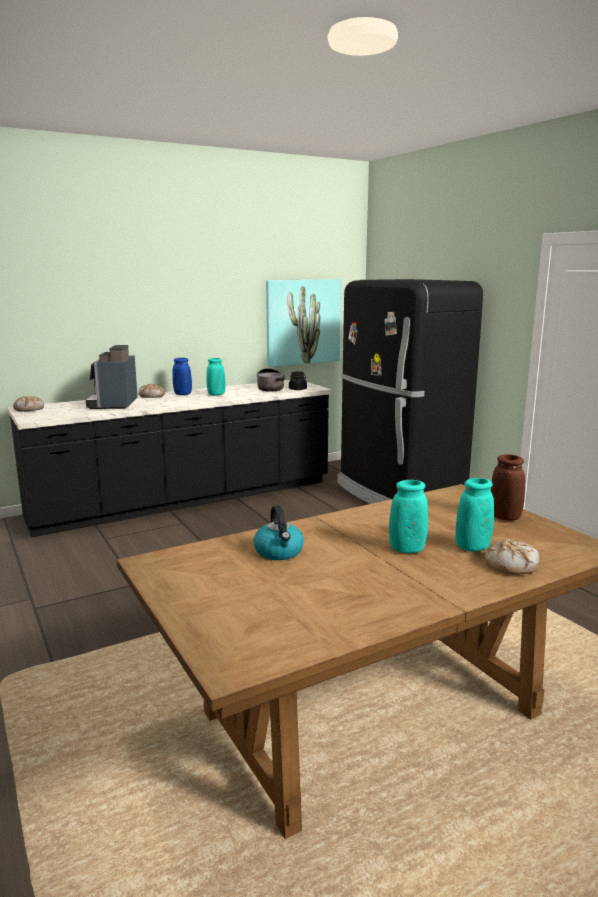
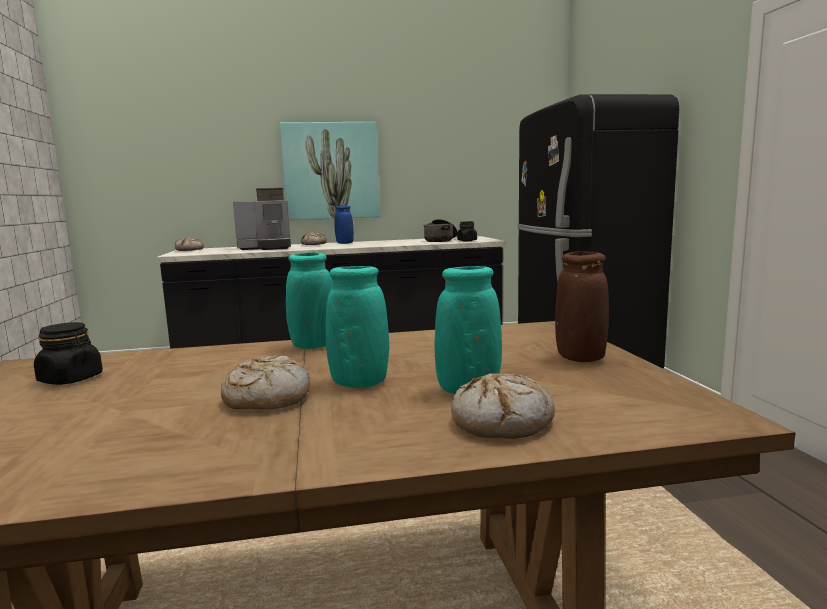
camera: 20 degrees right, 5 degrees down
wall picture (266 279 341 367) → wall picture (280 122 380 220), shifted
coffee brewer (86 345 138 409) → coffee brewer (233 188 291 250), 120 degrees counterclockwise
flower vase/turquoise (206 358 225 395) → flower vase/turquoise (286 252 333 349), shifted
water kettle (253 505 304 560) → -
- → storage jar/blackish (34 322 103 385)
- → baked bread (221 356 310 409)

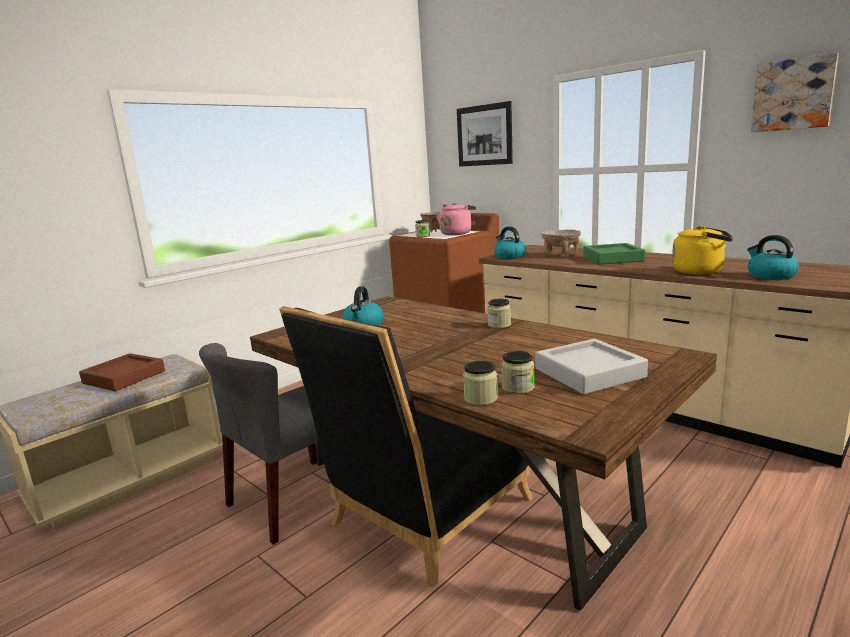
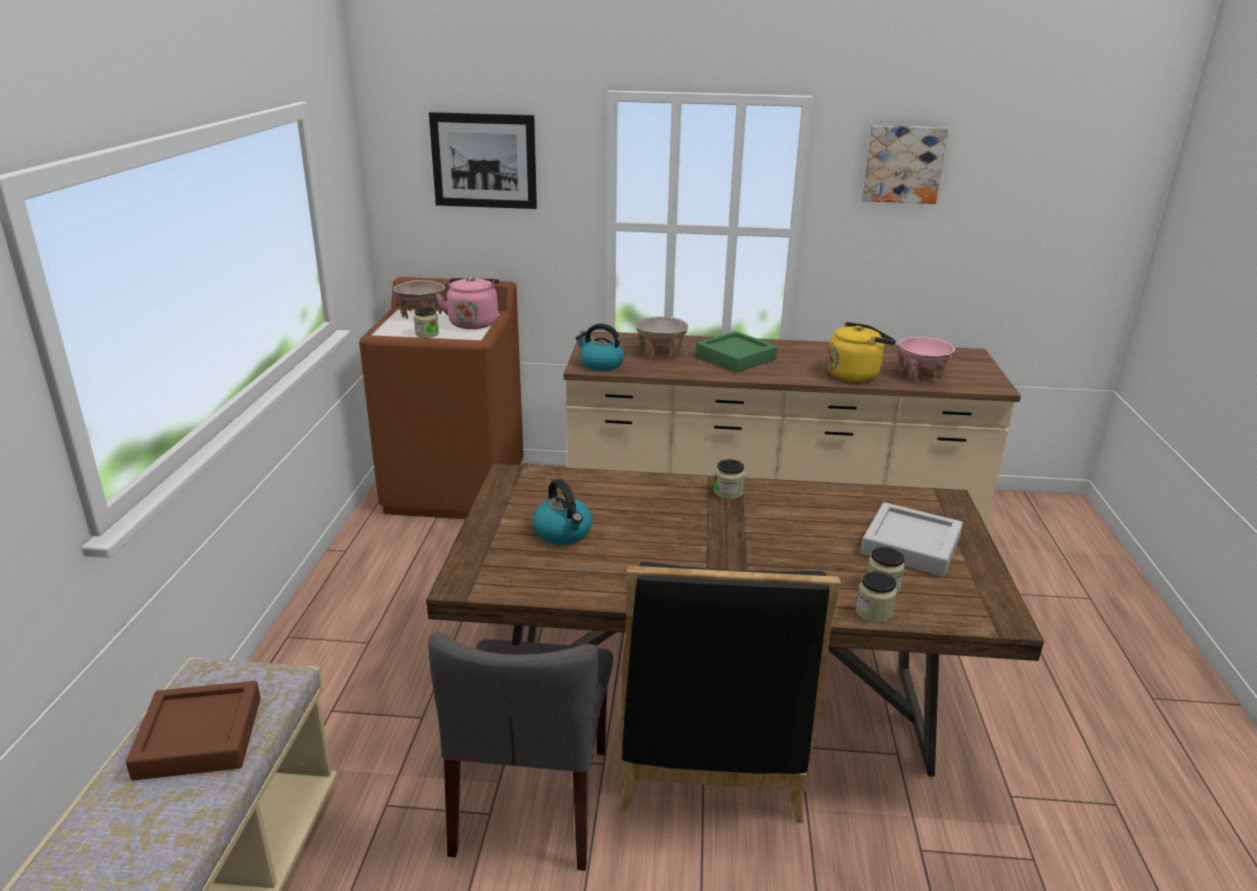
camera: 40 degrees left, 10 degrees up
water kettle (747 235 799 280) → bowl/pinkish (898 337 955 382)

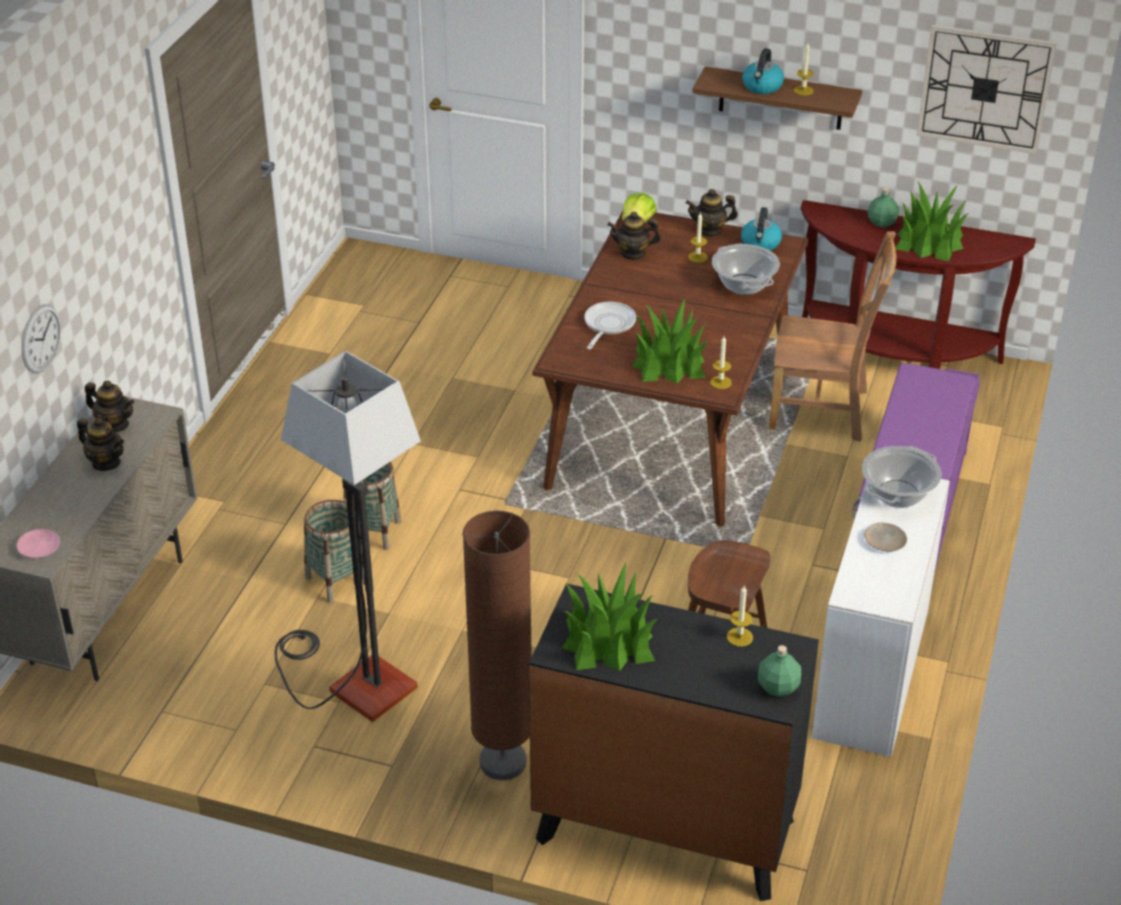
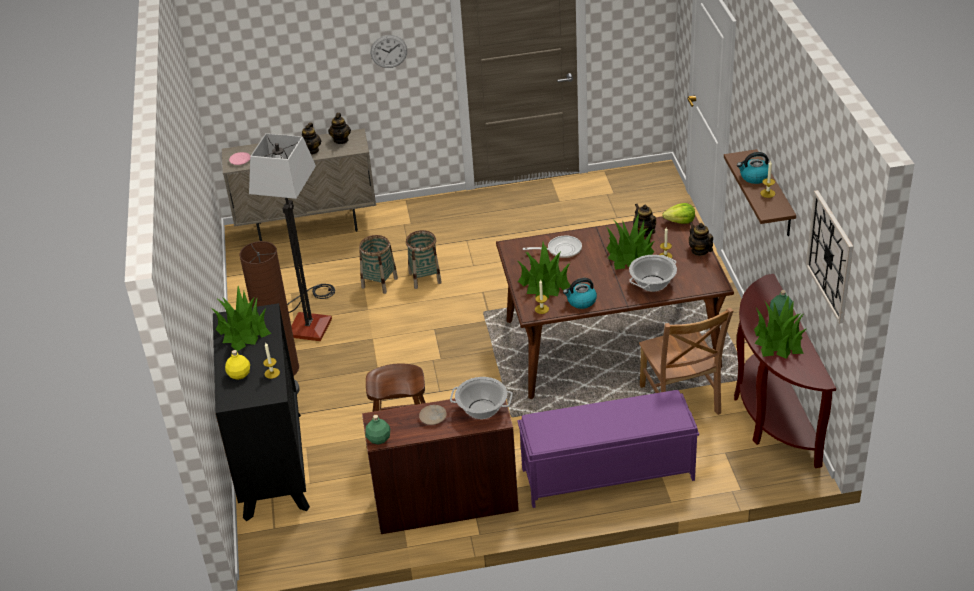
camera: 65 degrees right, 0 degrees up
water kettle (741 207 782 251) → water kettle (563 278 597 309), shifted
hanging clock (22 304 61 373) → hanging clock (371 35 407 68), shifted
desk table/white-coloured (812 479 950 757) → desk table/brownish (362 399 519 534)
bottle/green (758 645 801 697) → bottle/green (365 415 390 445), shifted
- → houseplant (606 213 654 270)
- → bottle/yellowish (225 350 250 380)

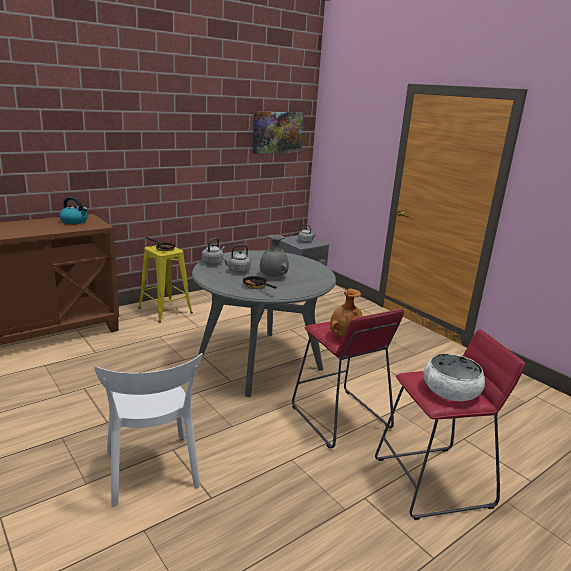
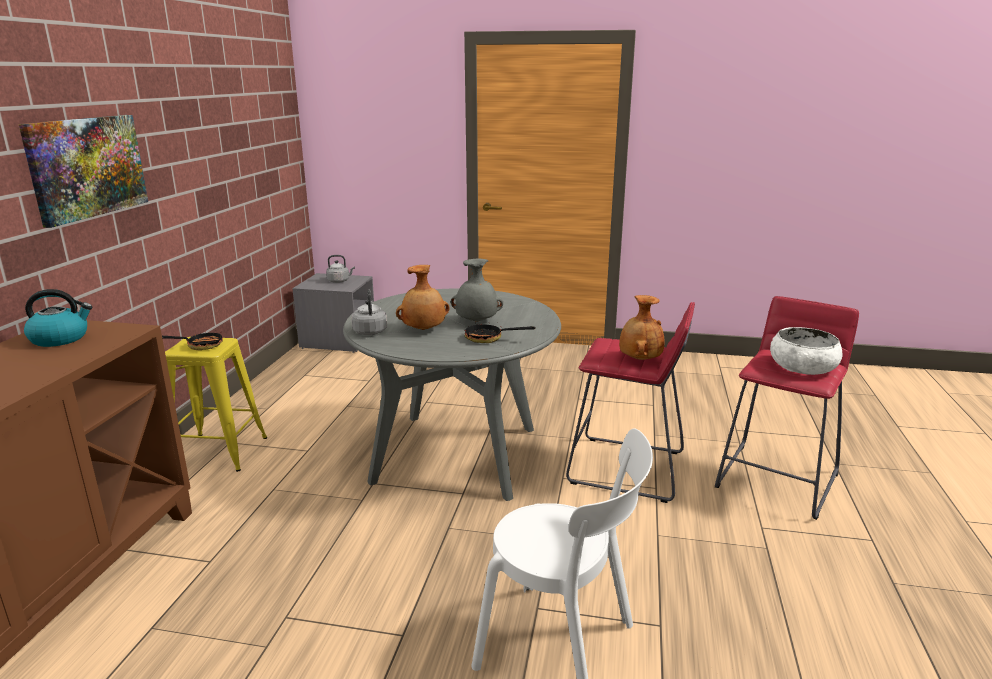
camera: 40 degrees left, 0 degrees up
wall picture (252 111 304 154) → wall picture (18 115 148 228), shifted
water kettle/gray (222 245 251 273) → flower vase/brownish (396 265 450 330)

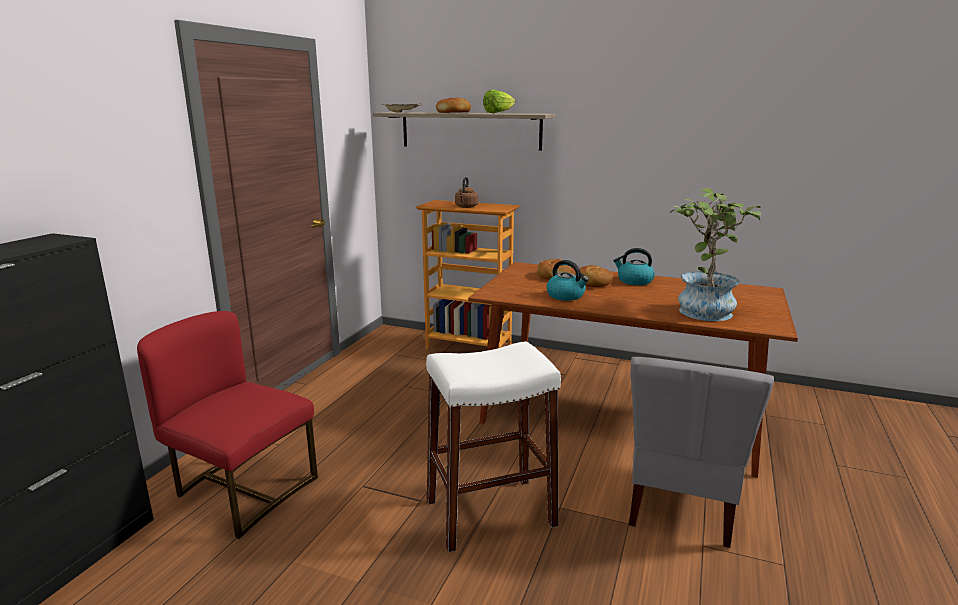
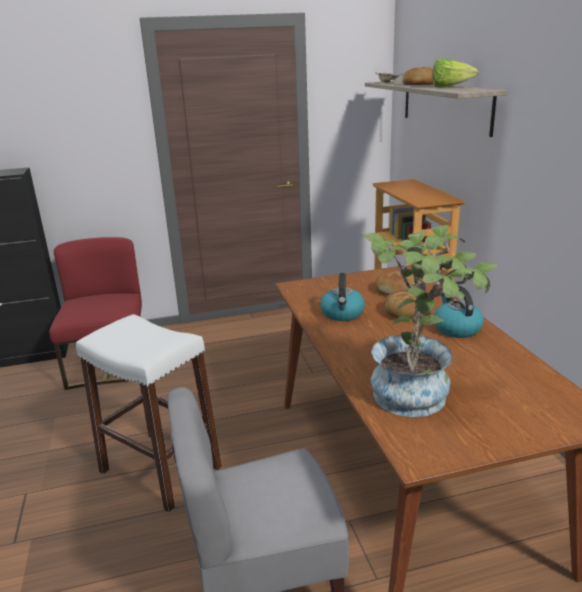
camera: 55 degrees right, 5 degrees up
water kettle/brownish (455 177 478 208) → -

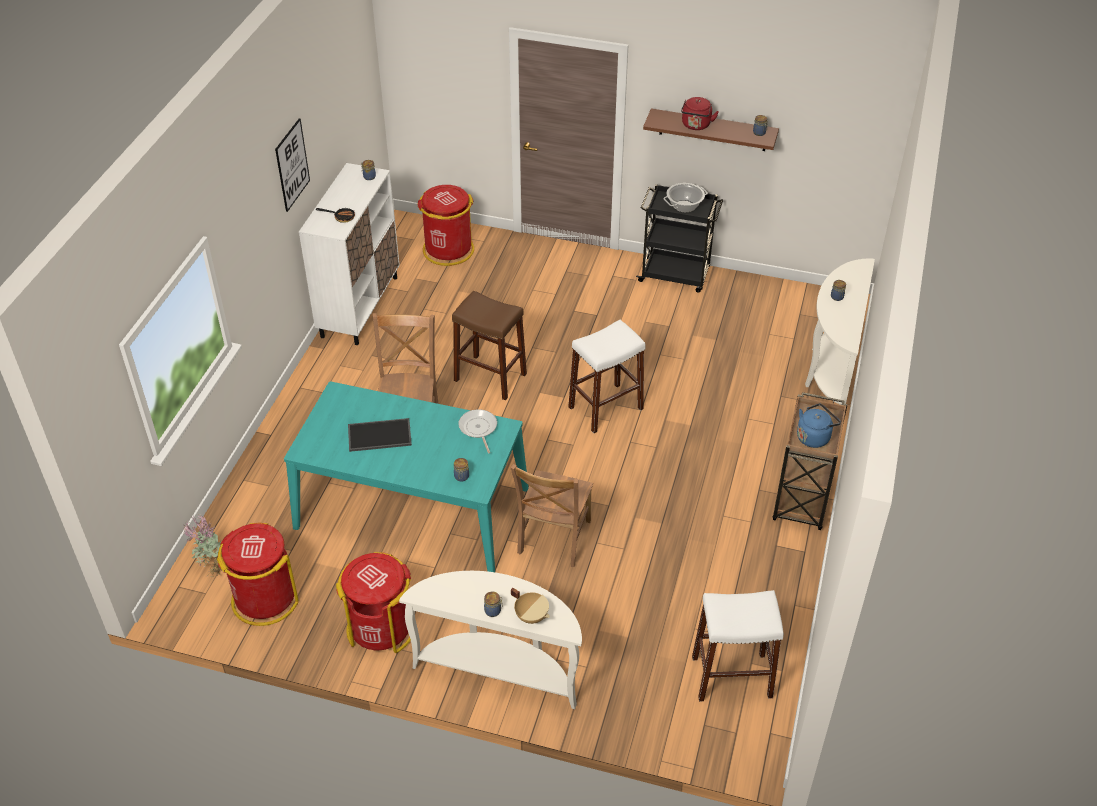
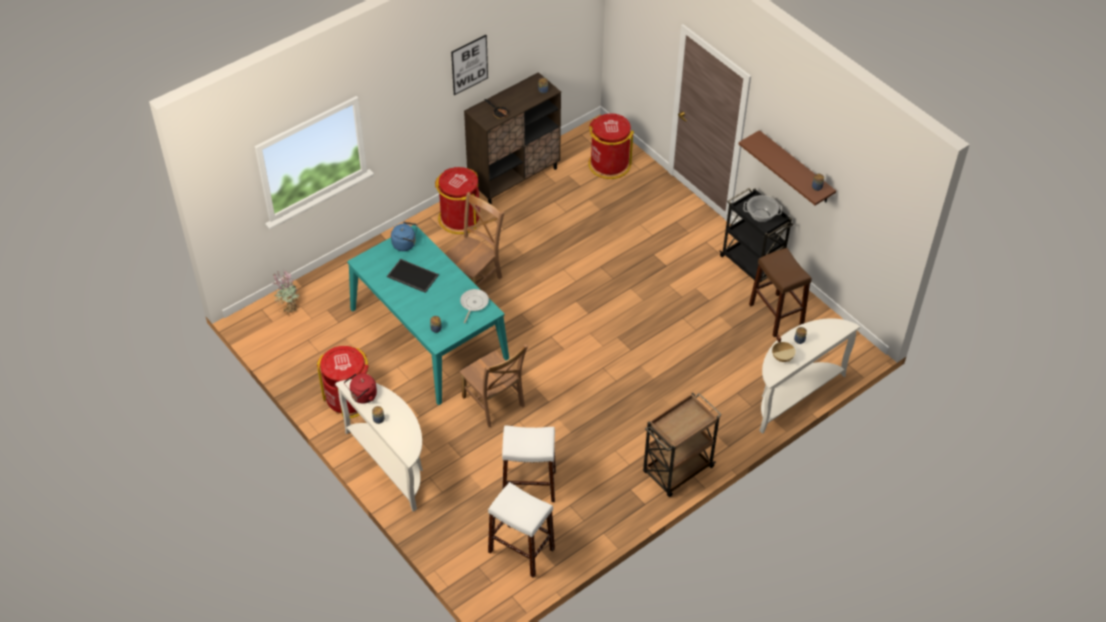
camera: 35 degrees right, 5 degrees up
water kettle/red-coloured (681 97 719 130) → water kettle/red-coloured (344 374 377 404), shifted
cabinet/white-coloured (299 163 400 345) → cabinet/brownish (464 72 561 205)
stool/brownish (452 291 527 400) → stool/brownish (749 248 812 337), shifted
stool/white-coloured (568 320 646 433) → stool/white-coloured (502 425 556 502), shifted
water kettle/bluish (797 403 841 448) → water kettle/bluish (391 222 417 251), shifted
upright chair/brownish (510 464 593 567) → upright chair/brownish (459 344 528 427), 90 degrees counterclockwise
waste bin/red-coloured (217 523 299 626) → waste bin/red-coloured (435 167 480 234), shifted
saucepot/beige-coloured (511 588 550 624) → saucepot/beige-coloured (772 335 796 362), shifted

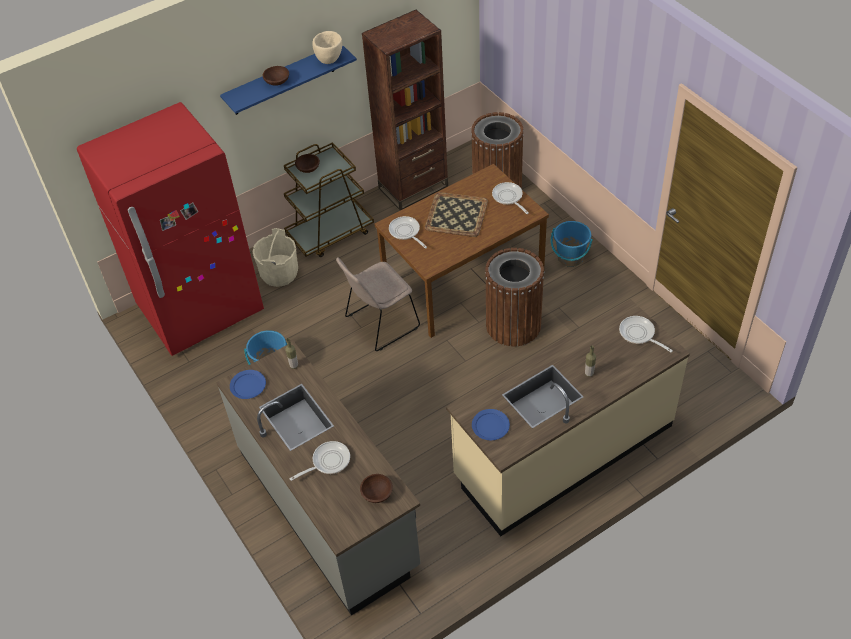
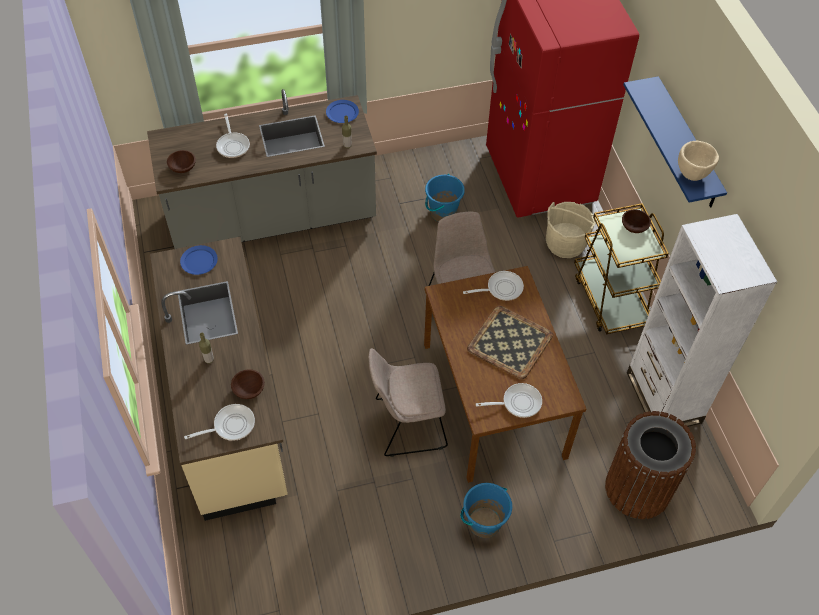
camera: 105 degrees right, 5 degrees up
shelving unit/brownish (362 10 448 210) → shelving unit/white-coloured (627 214 777 427)
bowl/brownish (262 66 289 86) → bowl/brownish (231 369 265 399), shifted
waste bin/brownish (485 248 544 346) → upright chair/beige-coloured (369 348 448 457)

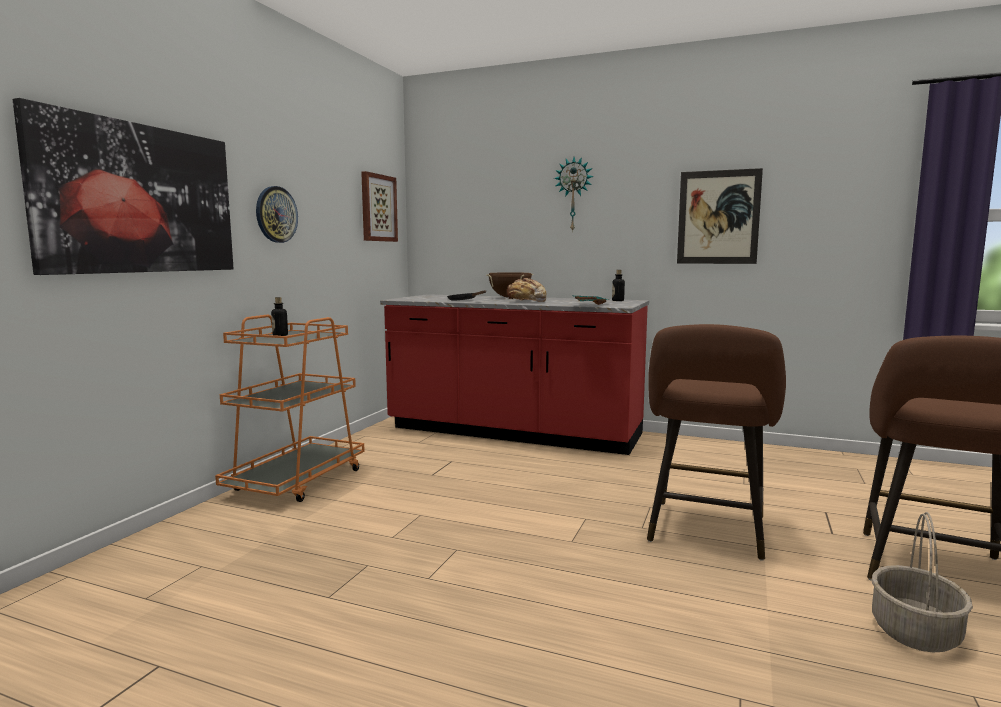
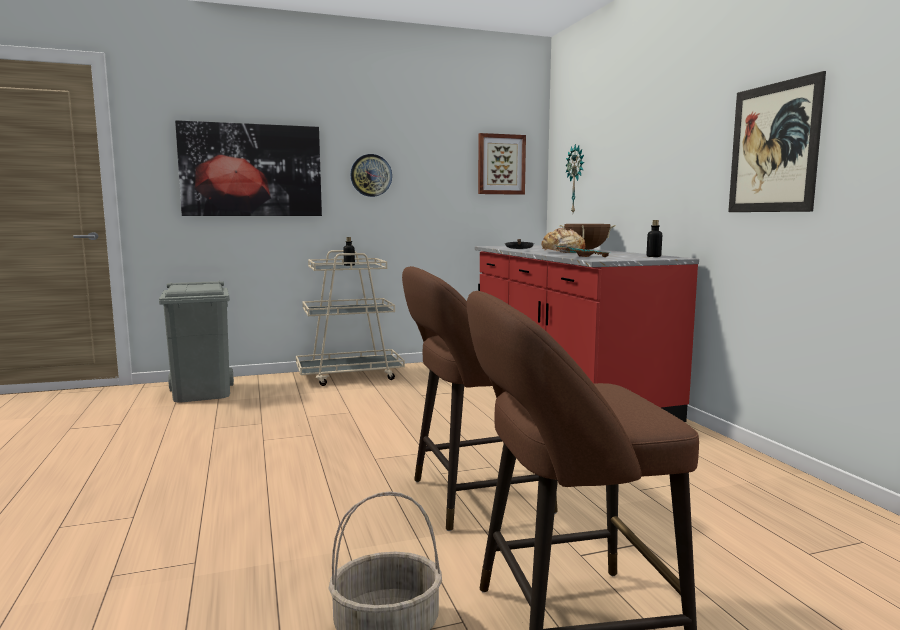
camera: 50 degrees right, 0 degrees up
hanging clock (554 157 594 232) → hanging clock (565 144 585 212), shifted
cart/orange (215 315 365 502) → cart/beige-coloured (296 250 405 386)
- → waste bin/gray (159 281 234 403)

